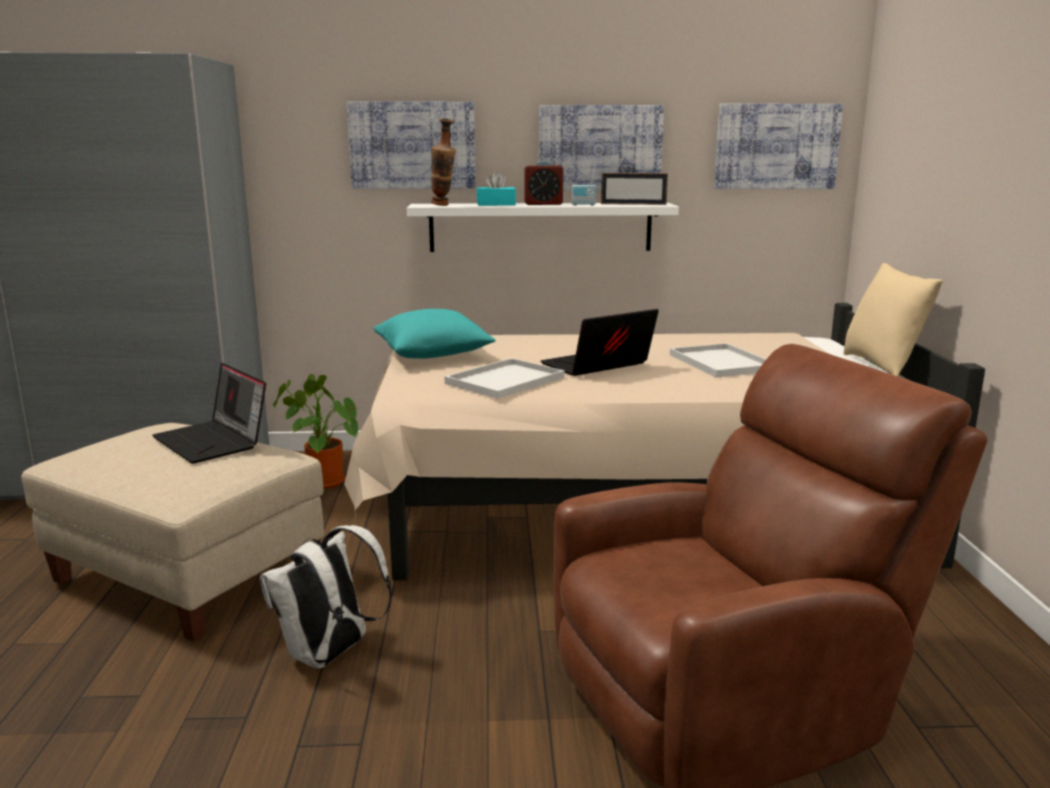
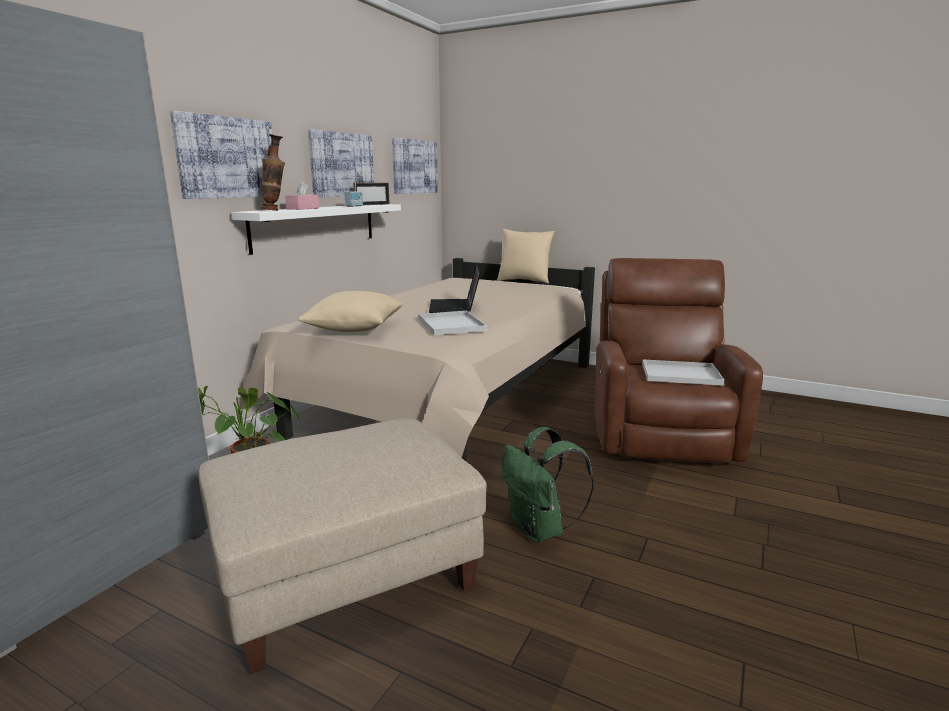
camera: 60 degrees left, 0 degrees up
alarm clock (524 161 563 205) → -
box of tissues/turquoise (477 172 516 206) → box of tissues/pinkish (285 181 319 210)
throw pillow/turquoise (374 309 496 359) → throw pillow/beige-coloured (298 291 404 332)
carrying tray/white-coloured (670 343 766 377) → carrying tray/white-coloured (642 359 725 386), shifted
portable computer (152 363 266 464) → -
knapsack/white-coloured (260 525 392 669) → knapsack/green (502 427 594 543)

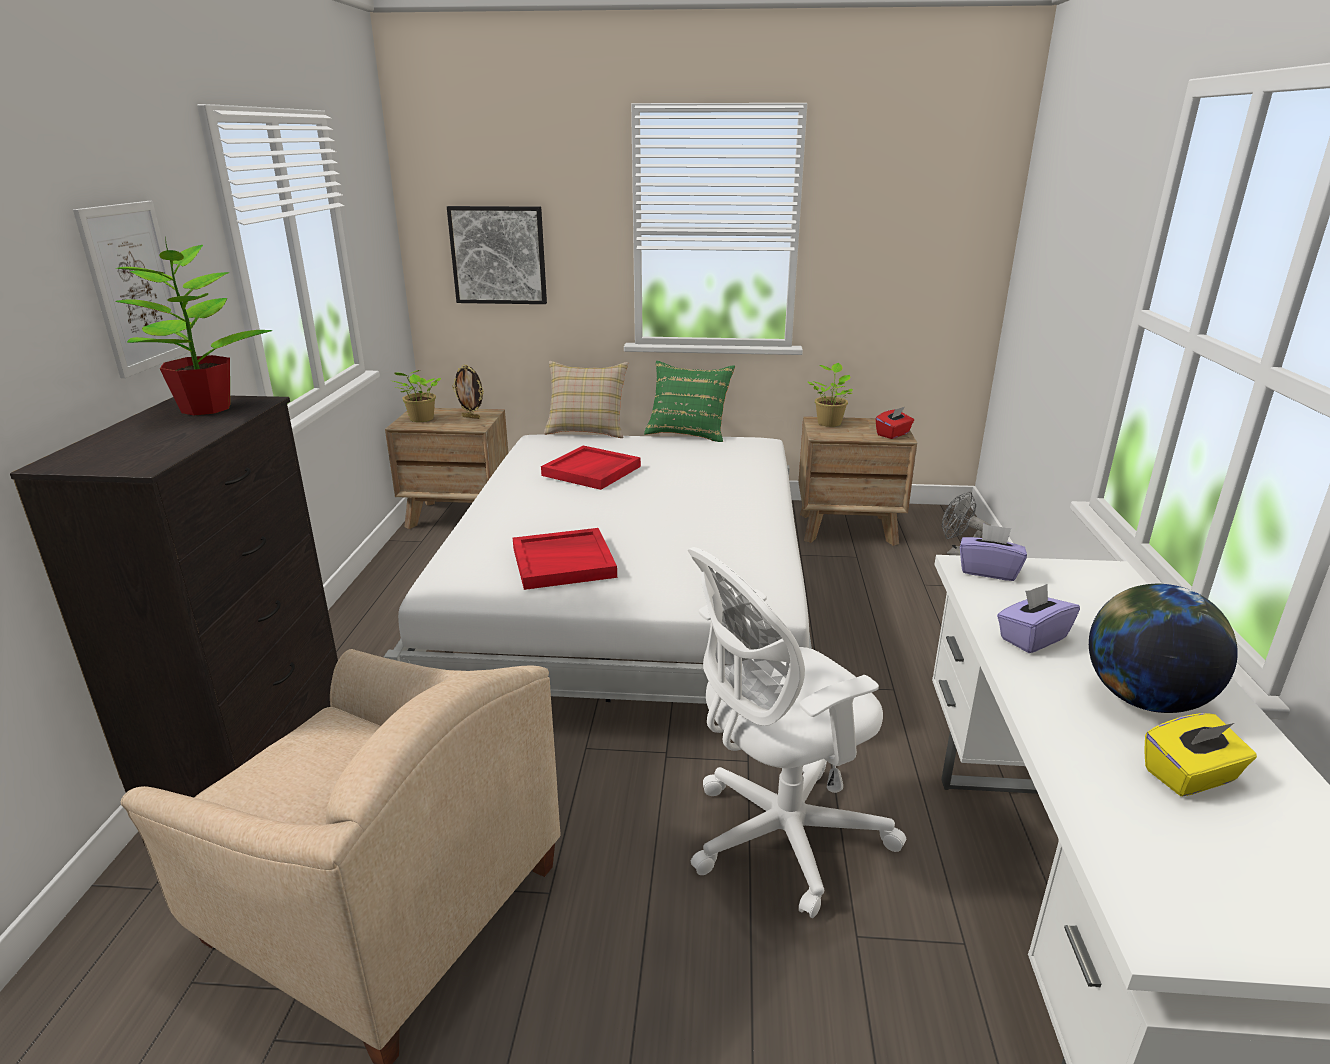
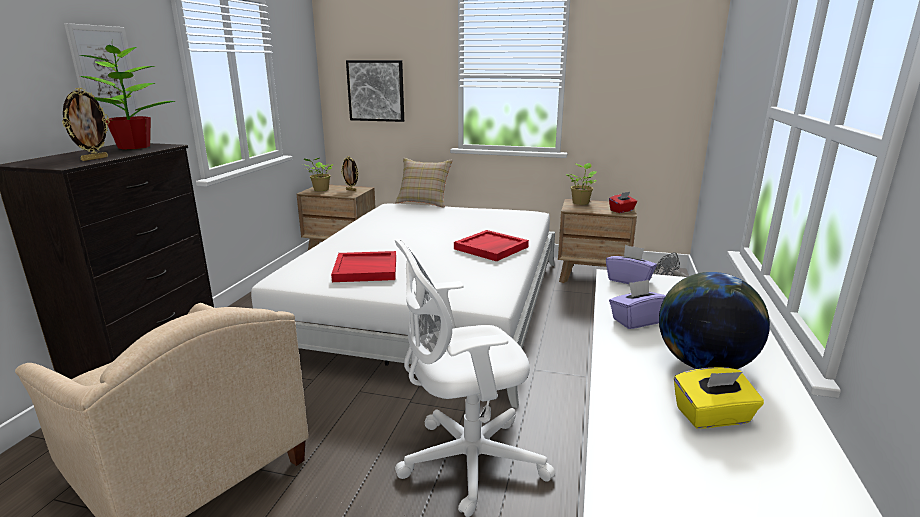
camera: 10 degrees right, 5 degrees down
throw pillow/green (644 361 735 442) → -
carrying tray/red-coloured (541 446 641 490) → carrying tray/red-coloured (454 230 529 261), shifted
- → photo frame (62 88 110 161)

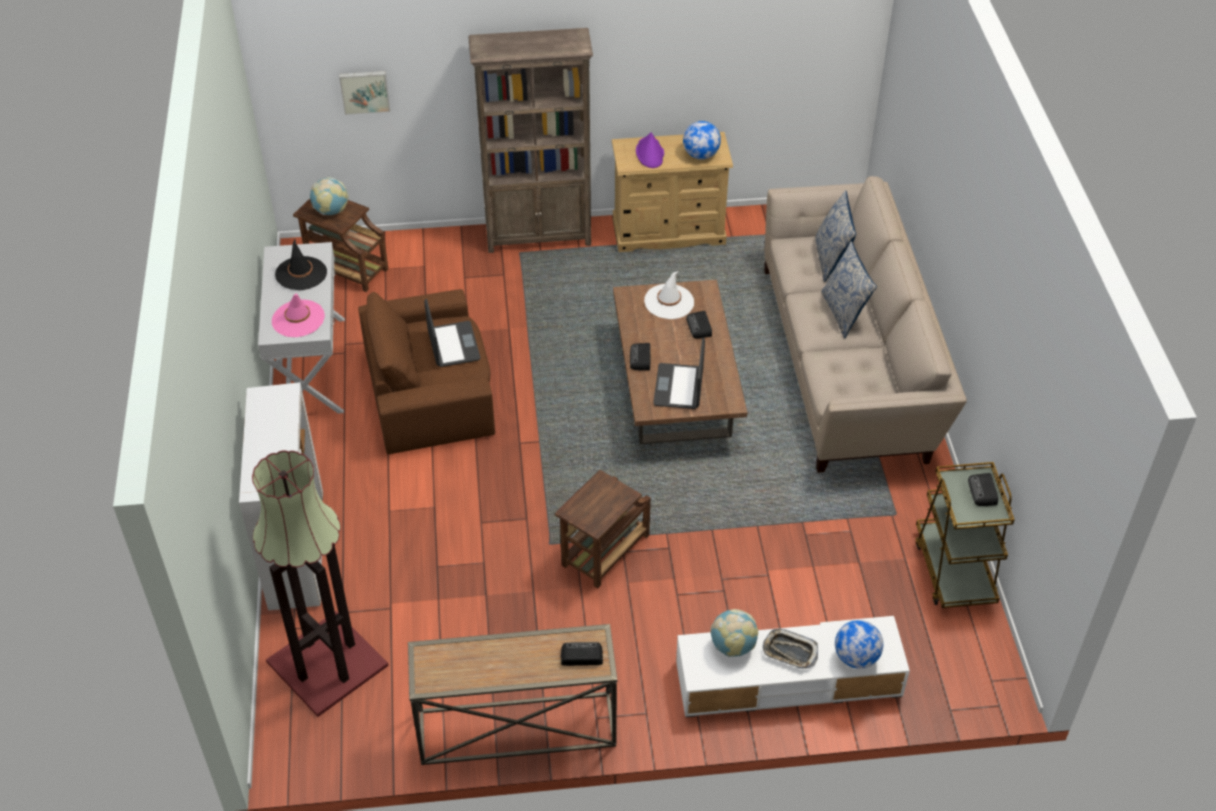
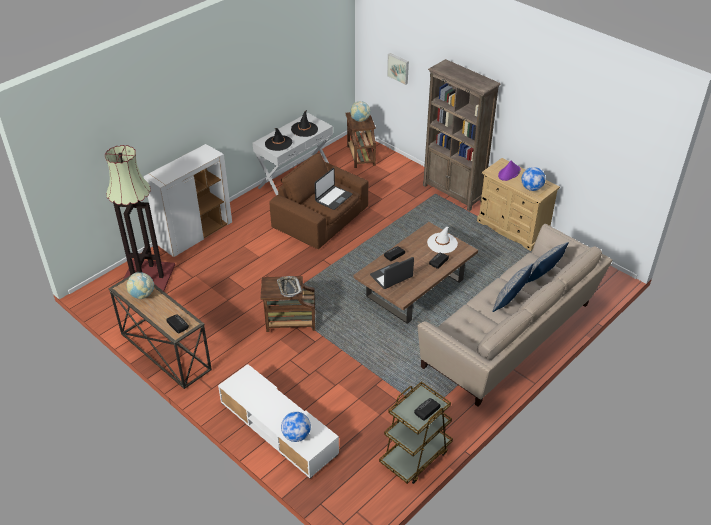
camera: 50 degrees right, 5 degrees down
wearable hat/pinkish (272 294 325 337) → wearable hat/blackish (265 128 292 151)
world globe (710 609 758 657) → world globe (127 272 154 299), shifted
carrying tray (762 628 818 669) → carrying tray (277 276 302 297), shifted

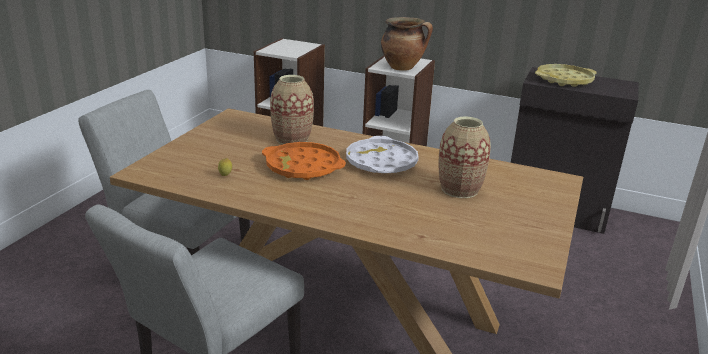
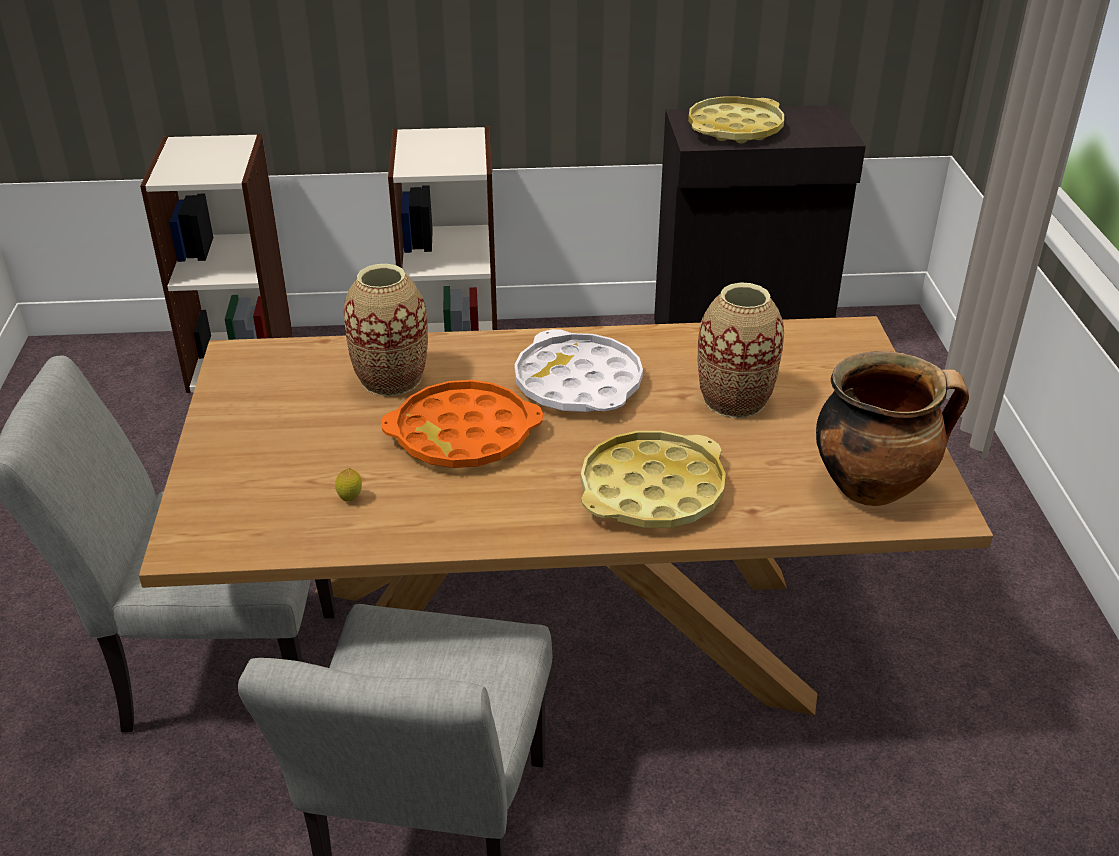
camera: 25 degrees left, 10 degrees up
saucepot (381 17 433 71) → saucepot (816 351 969 506), shifted
- → carrying tray/yellowish (581 431 726 528)

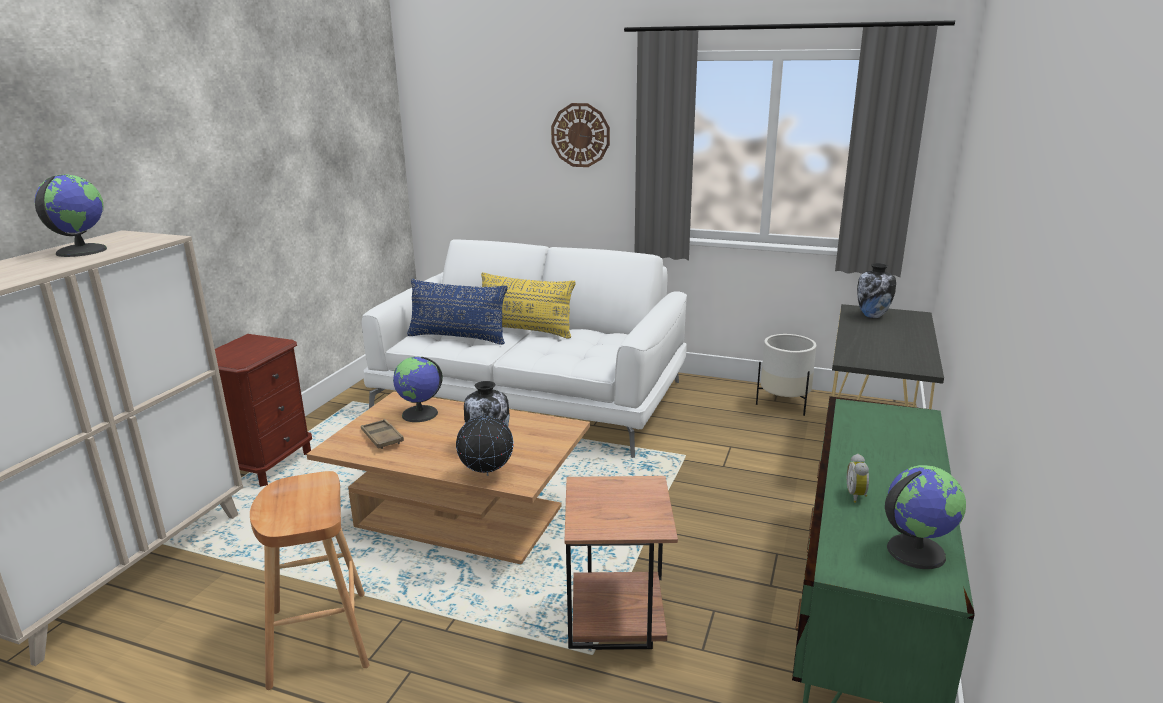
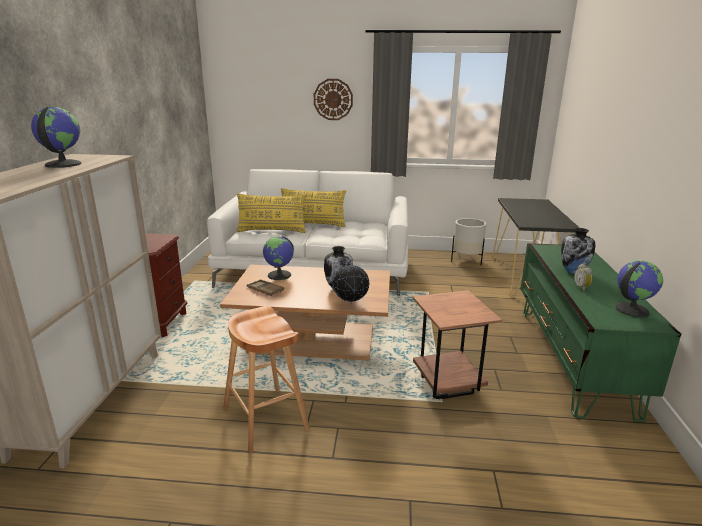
camera: 15 degrees left, 0 degrees up
flower vase (857 263 896 318) → flower vase (561 228 596 274), shifted
throw pillow/bluish (407 279 508 345) → throw pillow/yellowish (237 193 306 233)

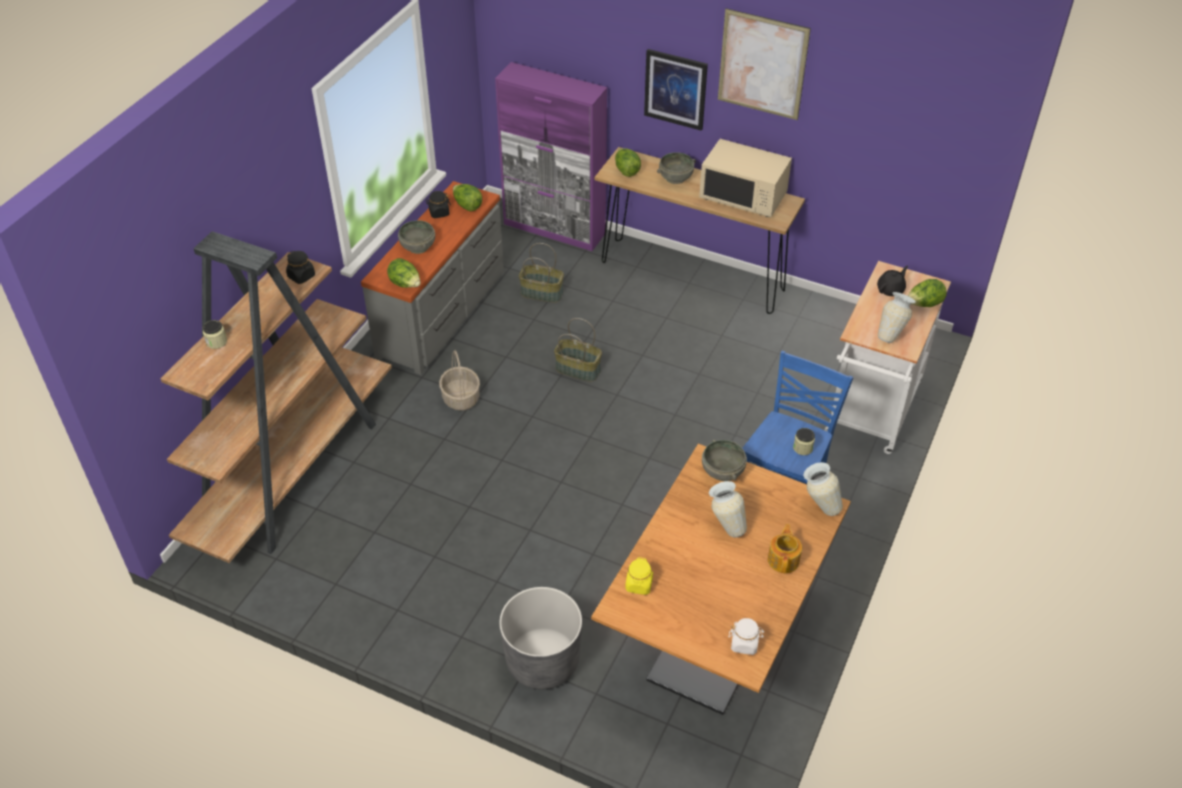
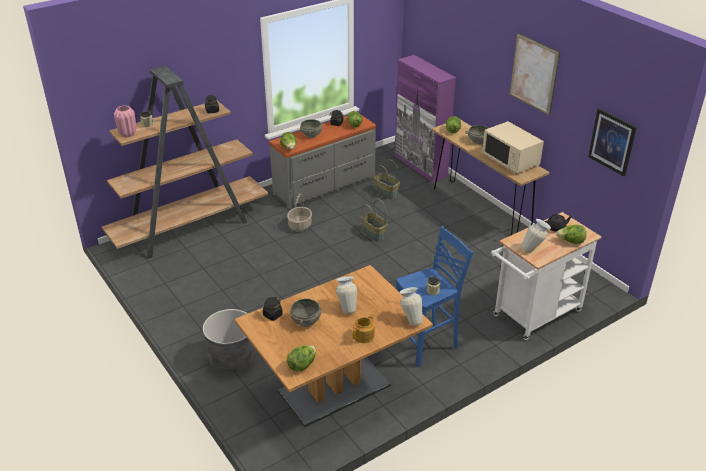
camera: 30 degrees right, 10 degrees down
wall picture (644 49 708 131) → wall picture (588 109 637 176), shifted
bowl/gray (702 440 747 481) → bowl/gray (290 299 321 327), shifted
storage jar/yellowish (625 557 653 595) → storage jar/blackish (263 297 283 321)
storage jar/white-coloured (729 618 764 655) → lettuce head (287 345 316 372)
- → flower vase/pinkish (114 106 136 137)

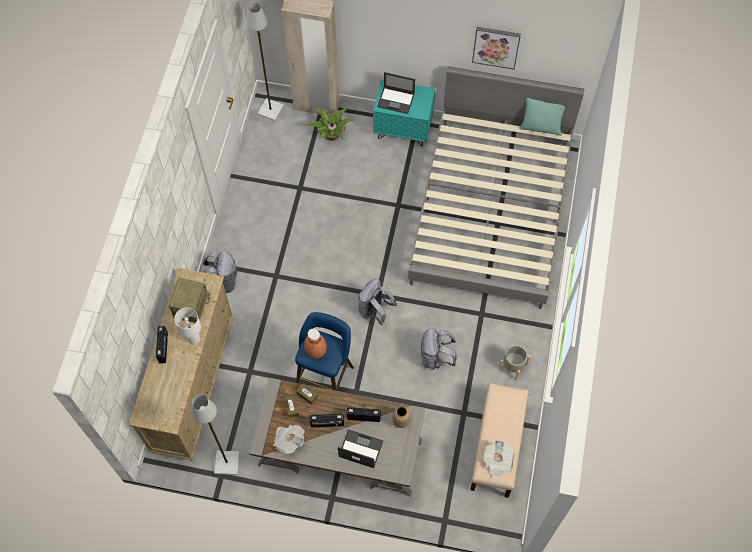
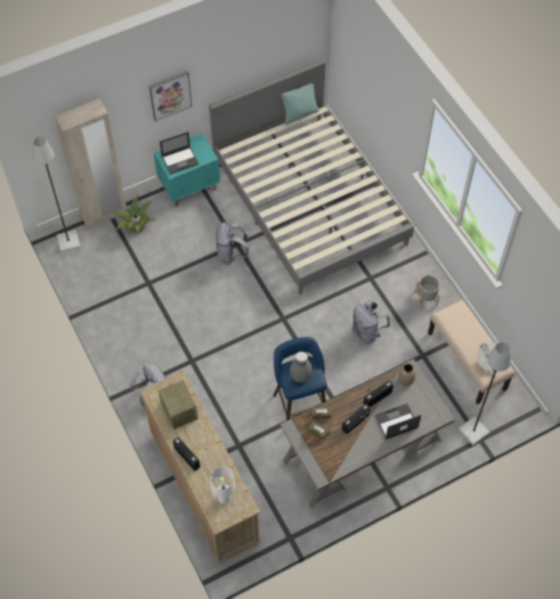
camera: 40 degrees left, 5 degrees down
wall picture (472 27 521 70) → wall picture (149 71 192 121), shifted
knapsack/gray (358 279 397 325) → knapsack/gray (216 222 249 265), shifted
table lamp/white-coloured (174 308 201 345) → table lamp/white-coloured (210 467 235 504), shifted
flower vase/brownish (304 329 327 359) → flower vase/gray (290 352 312 385)
standing lamp/gray (191 395 240 475) → standing lamp/gray (458 342 511 445), shifted
newspaper (273 424 305 454) → -

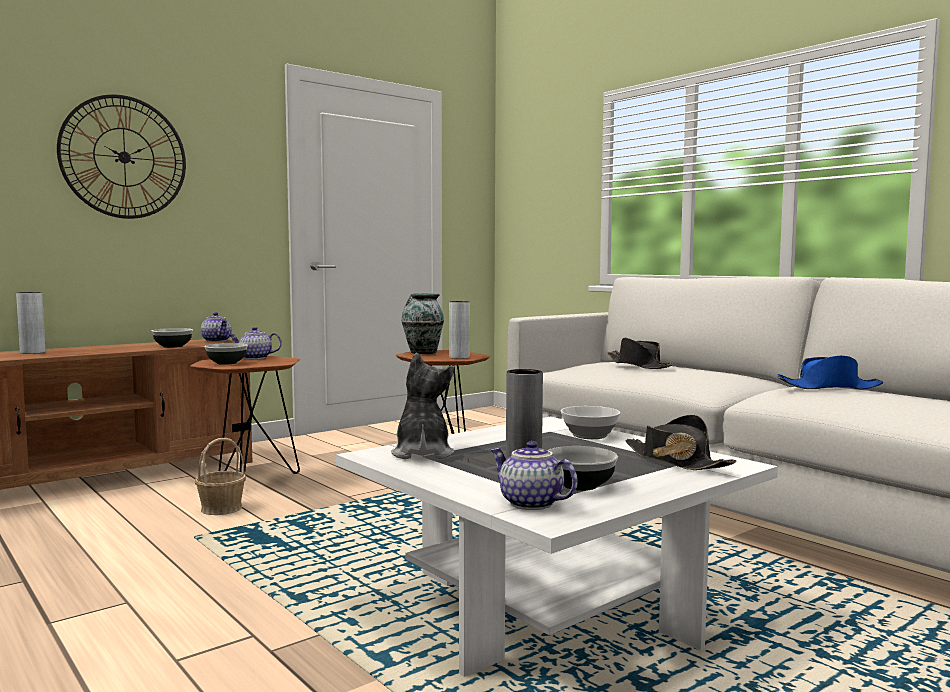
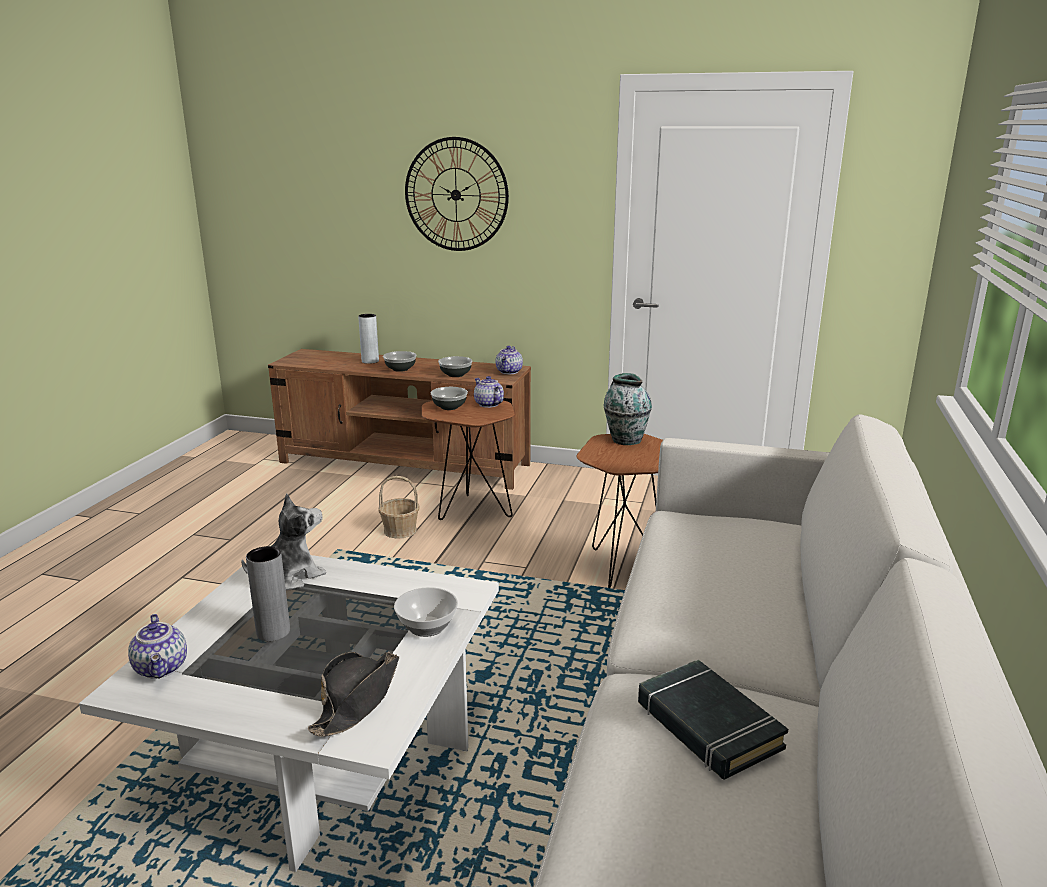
camera: 55 degrees right, 15 degrees up
flower vase/gray (449 301 470 359) → -
wearable hat/blackish (607 338 673 369) → -
wearable hat/bluish (777 356 883 389) → book/blackish (638 660 788 780)
tea pot (491 441 578 510) → tea pot (128 614 187 679), 150 degrees clockwise
bowl (548 446 618 491) → bowl (383 351 417 372), shifted

